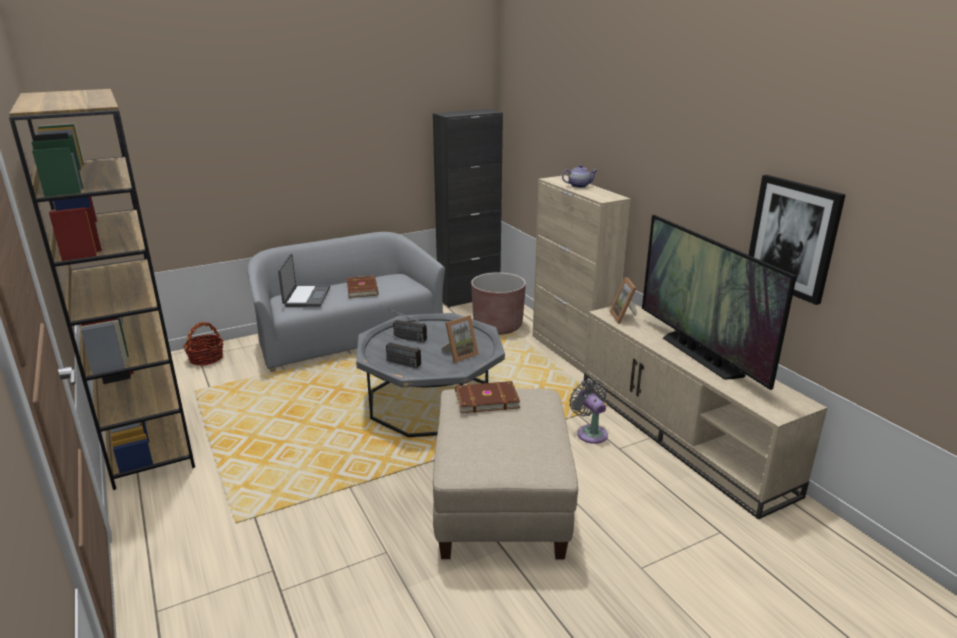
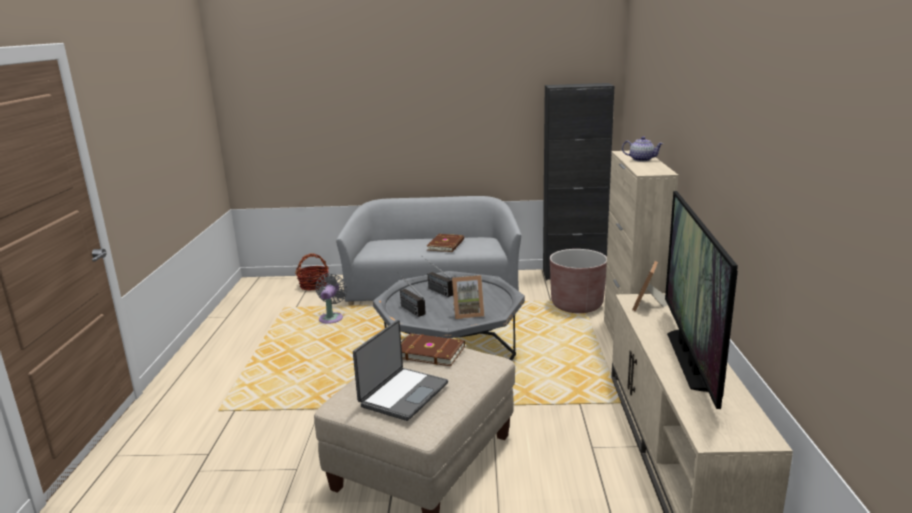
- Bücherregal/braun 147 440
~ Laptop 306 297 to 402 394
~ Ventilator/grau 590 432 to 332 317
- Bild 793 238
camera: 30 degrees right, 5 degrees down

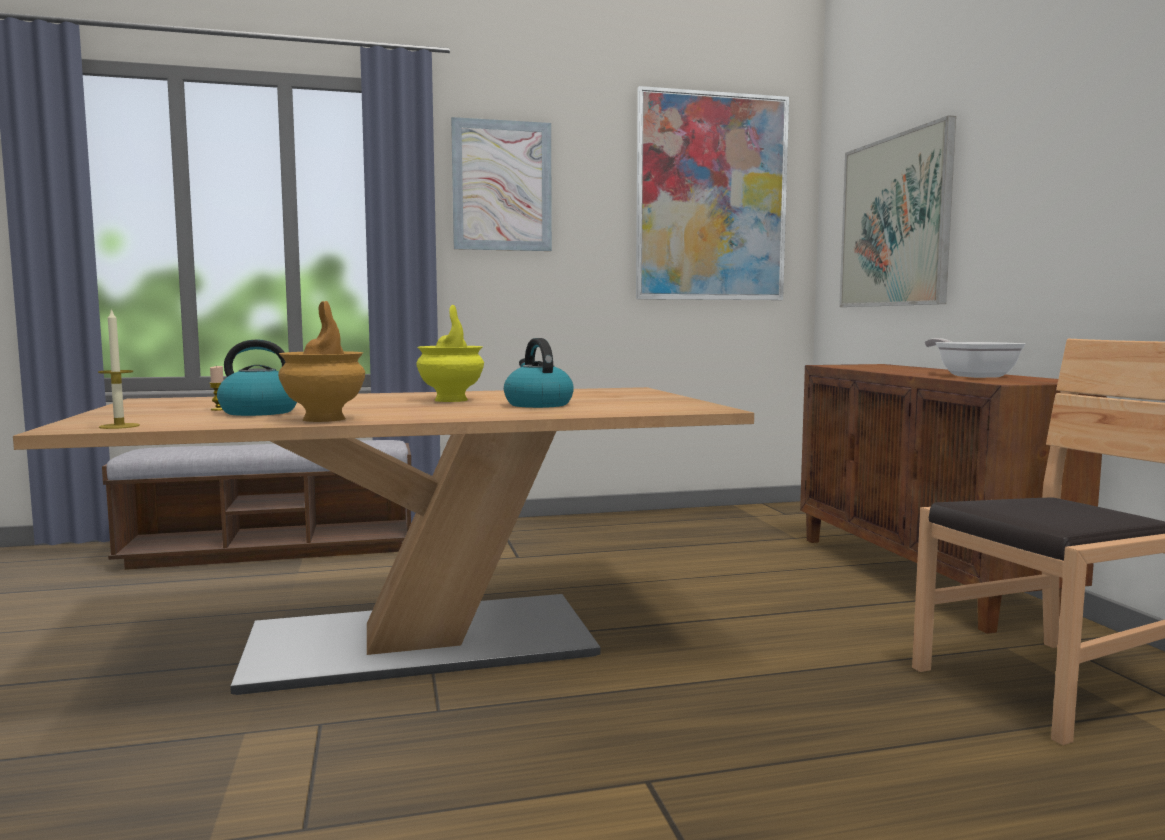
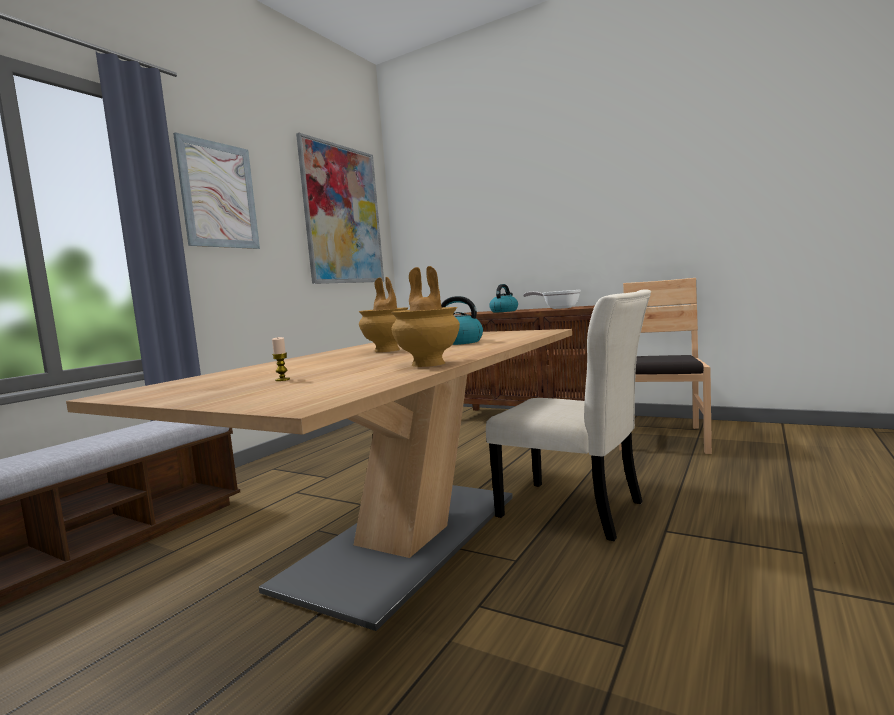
- Kerze 119 426
~ Wasserkessel 261 412 to 504 311
~ Vase/gelb 451 400 to Vase/braun 387 350
- Bild 895 222
+ Stuhl/beige 576 511
camera: 45 degrees left, 0 degrees up

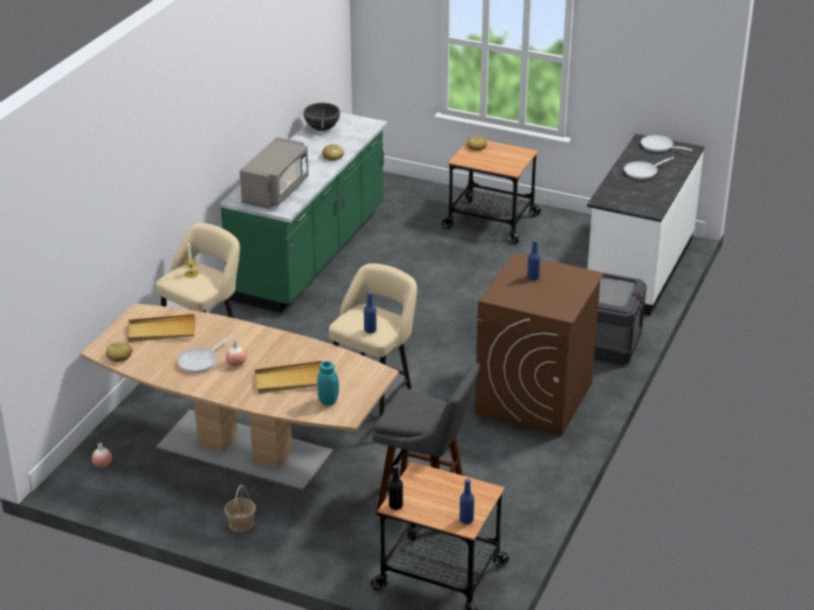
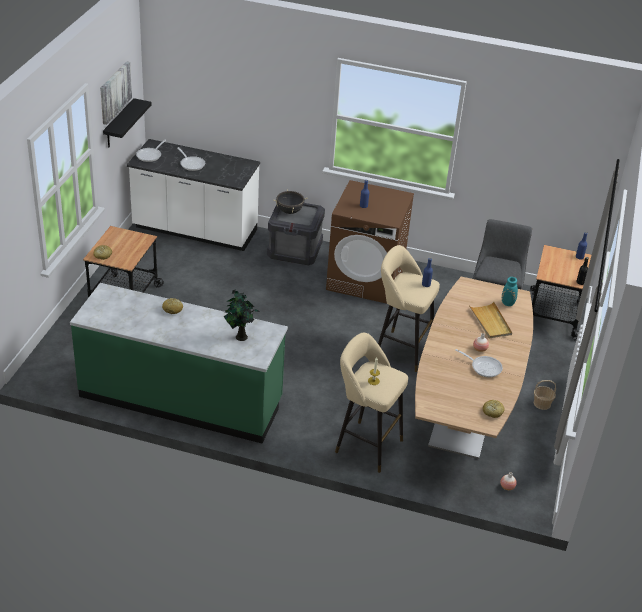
- Tablett/beige 161 331
~ Mikrowelle/grau 276 191 to Topfpflanze 240 337
~ Kochtopf/schwarz 322 128 to 289 211
+ Bild 114 92
+ Wandregal/schwarz 119 124
camera: 100 degrees left, 5 degrees up

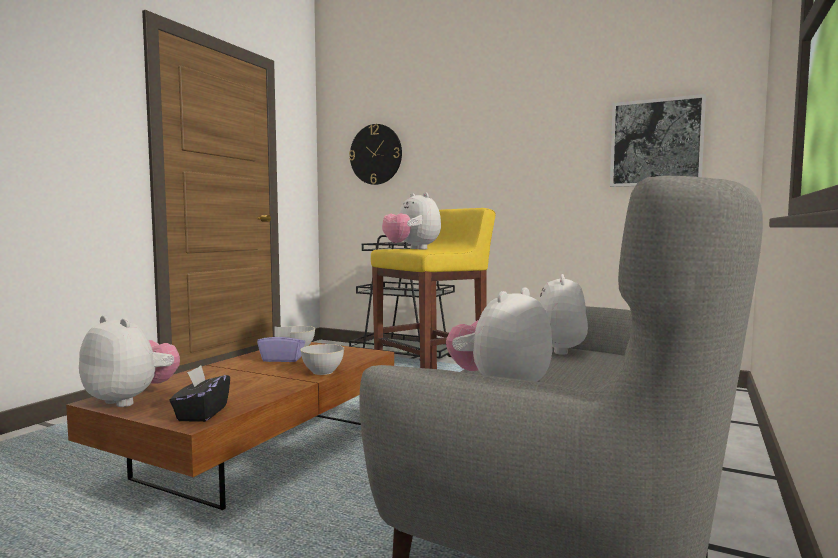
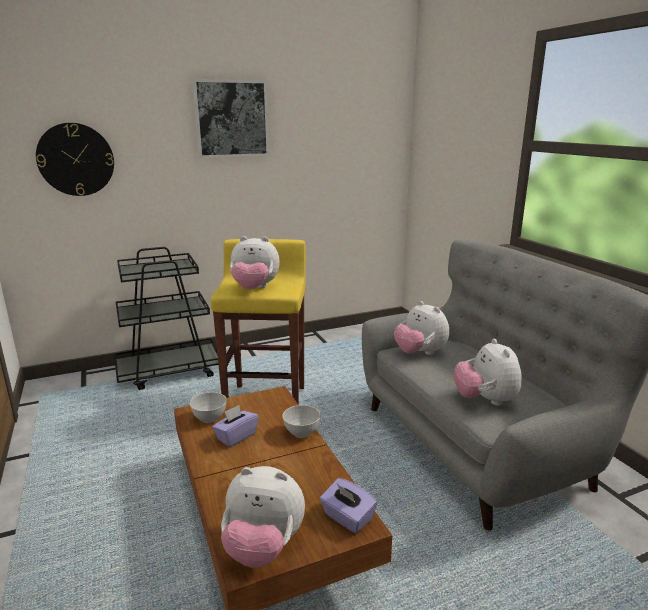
~ Plüschtier 131 400 = 263 547 150 degrees counterclockwise
~ Taschentuchbox/schwarz 201 413 to Taschentuchbox/lila 347 518
~ Bild 656 143 to 231 119
camera: 50 degrees left, 15 degrees up

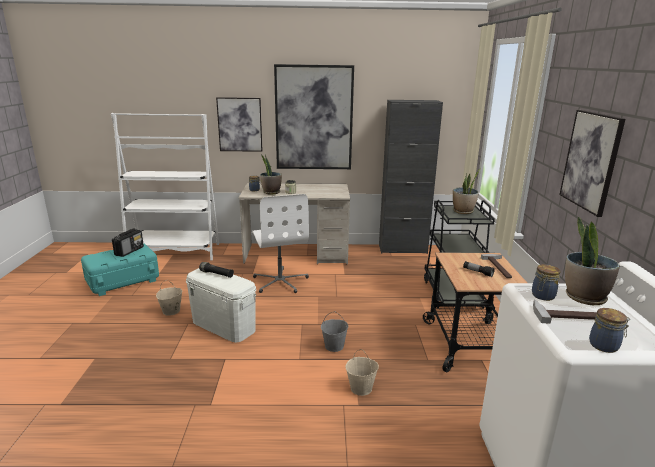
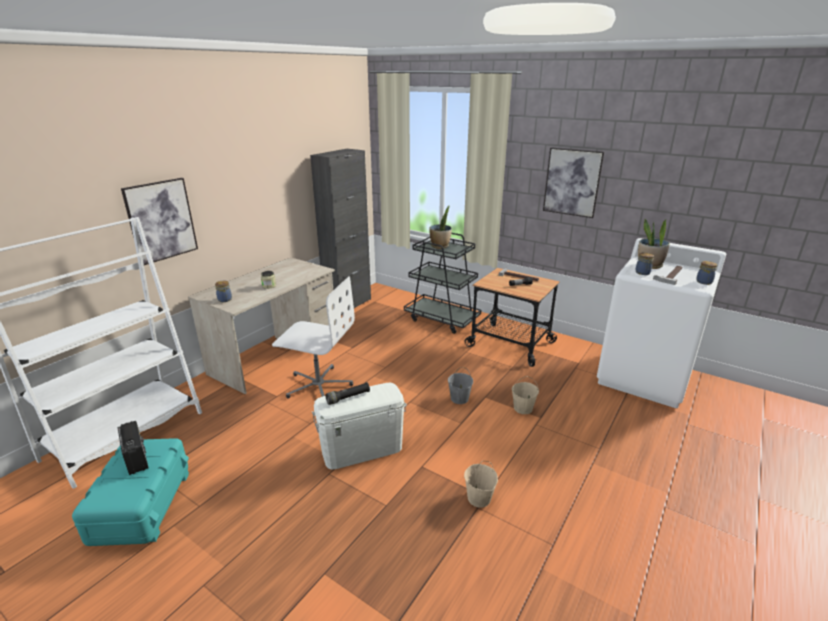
~ Eimer/beige 171 311 to 479 498
- Topfpflanze 271 192
- Bild 314 118
camera: 55 degrees left, 5 degrees up

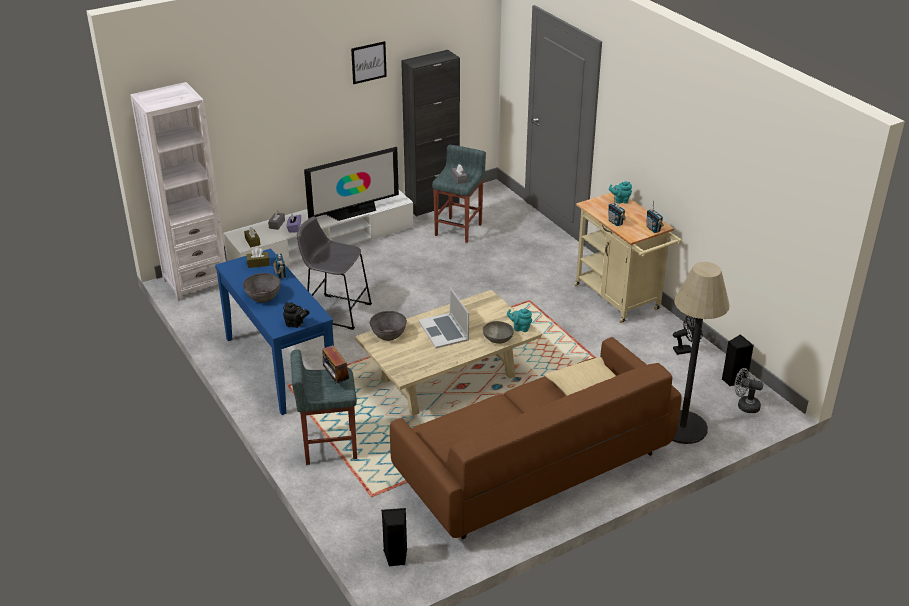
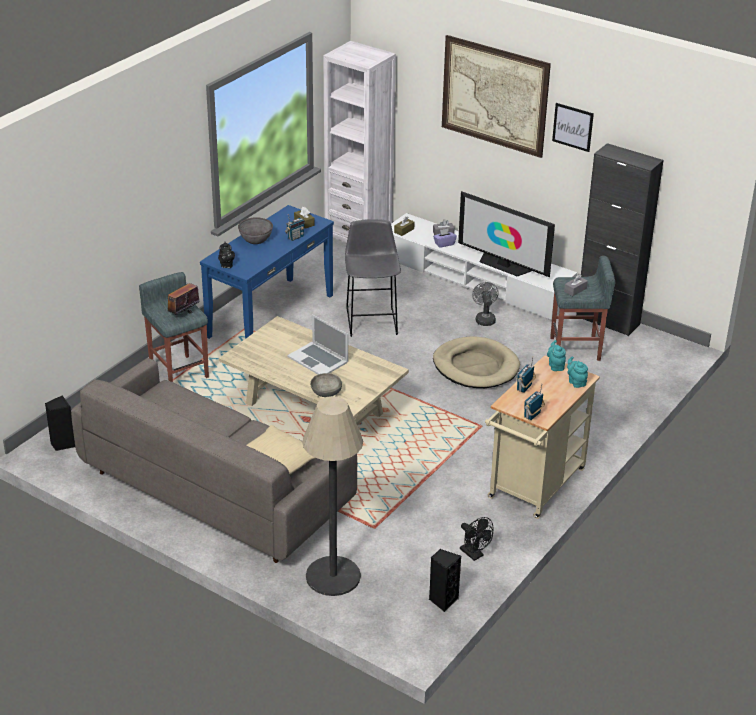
- Schüssel/grau 388 335
~ Sofa/braun 532 466 to Sofa/grau 216 490
~ Laptop 444 330 = 318 359 90 degrees counterclockwise
~ Teekanne/türkis 520 328 to 555 366
~ Ventilator/grau 744 406 to 484 319
+ Hundebett/beige 475 366
+ Bild 494 96
camera: 65 degrees right, 0 degrees up

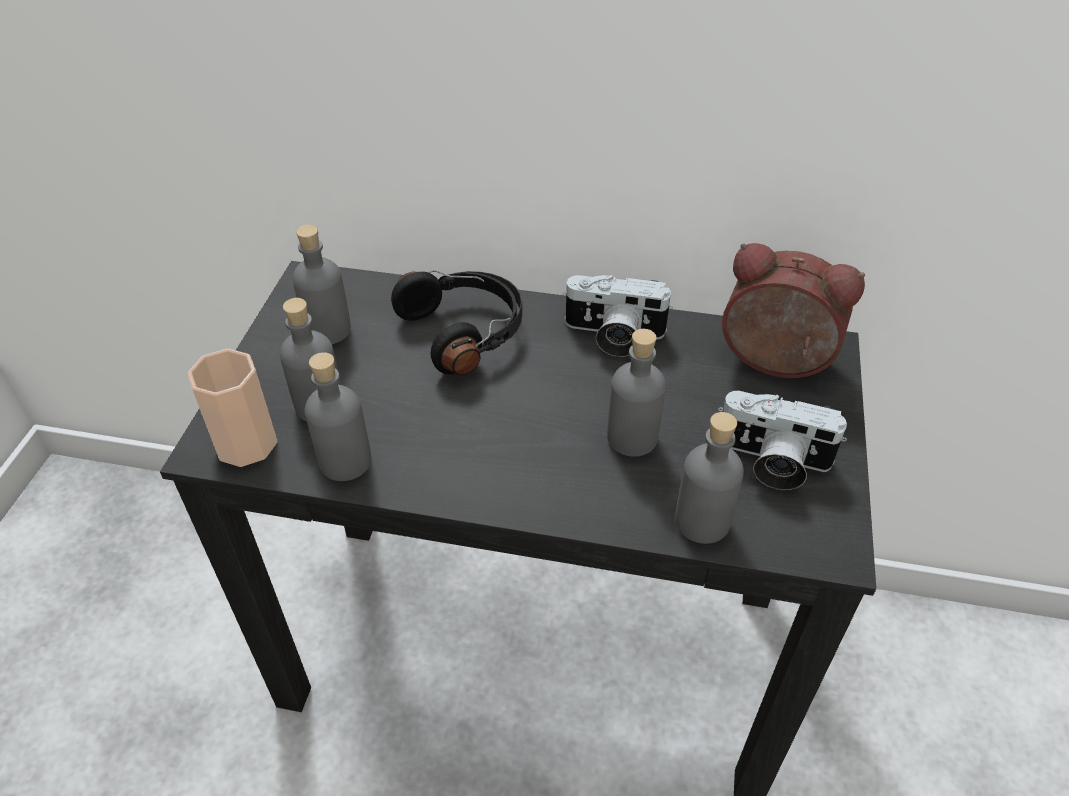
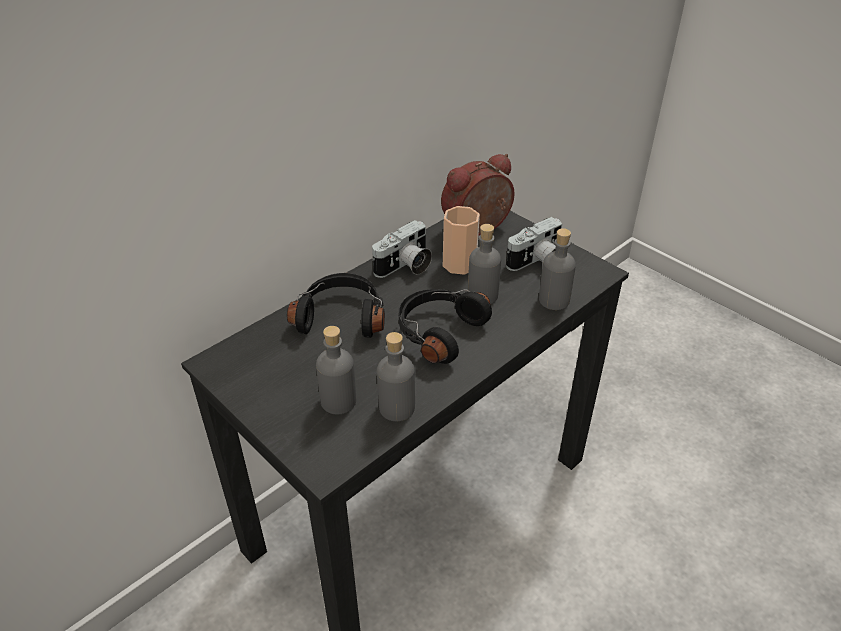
~ Tasse 246 443 to 459 264
- Flasche/grau 328 330
+ Kopfhörer/schwarz 438 332
camera: 55 degrees left, 5 degrees down

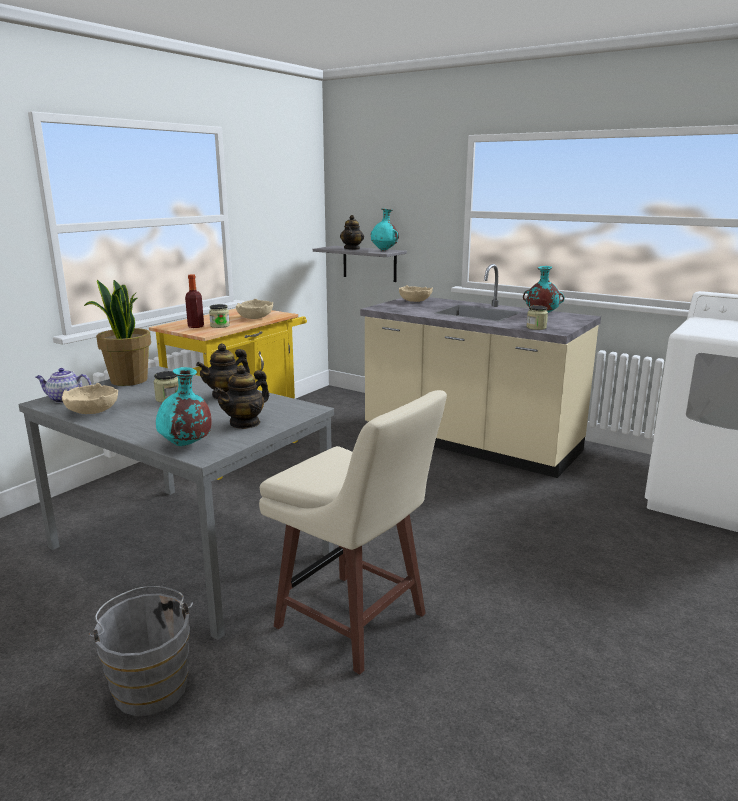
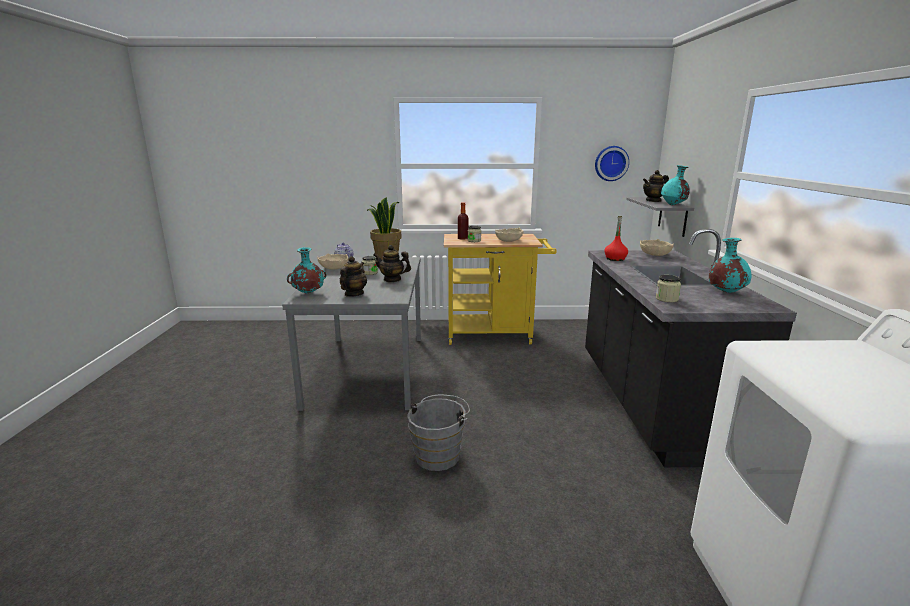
~ Eimer/grau 150 684 to 439 454
~ Teekanne 245 423 = 353 294 105 degrees clockwise
- Hocker/beige 353 623
~ Küchenzeile/beige 470 443 to Küchenzeile/schwarz 651 403
+ Wanduhr 611 163
+ Flasche/rot 615 259
camera: 55 degrees right, 0 degrees up

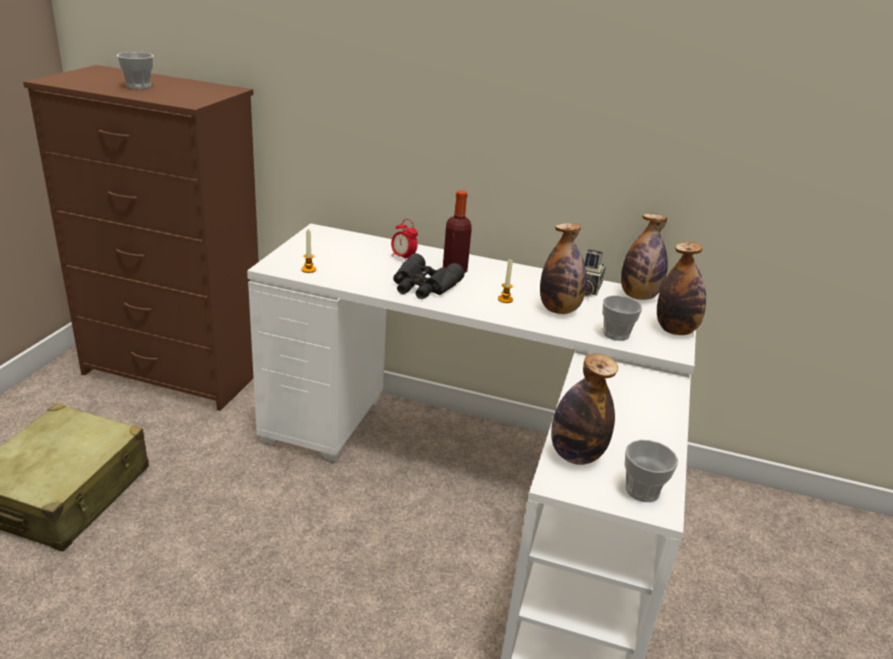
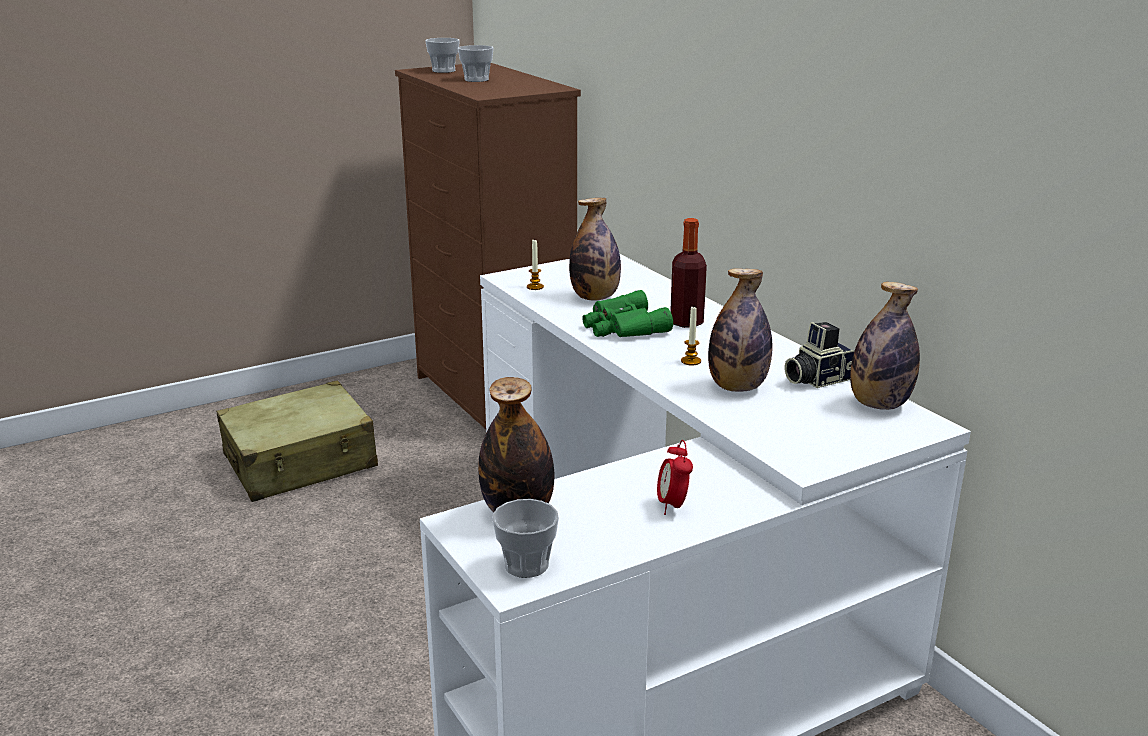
~ Wecker 403 258 to 672 506
~ Fernglas/schwarz 423 286 to Fernglas/grün 622 327
~ Tasse 616 334 to 443 71
~ Flasche 675 330 to 595 297
camera: 45 degrees right, 5 degrees down

